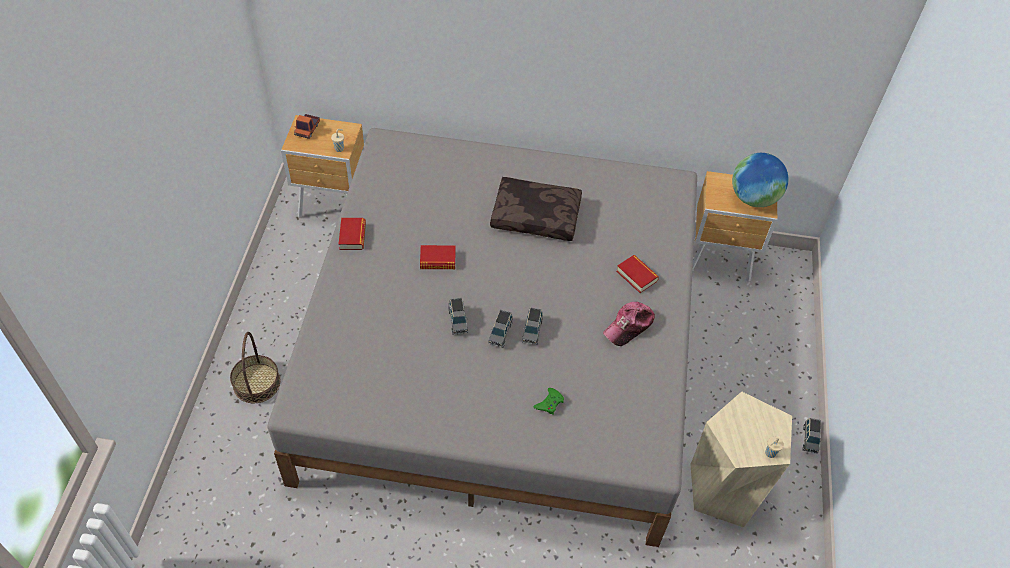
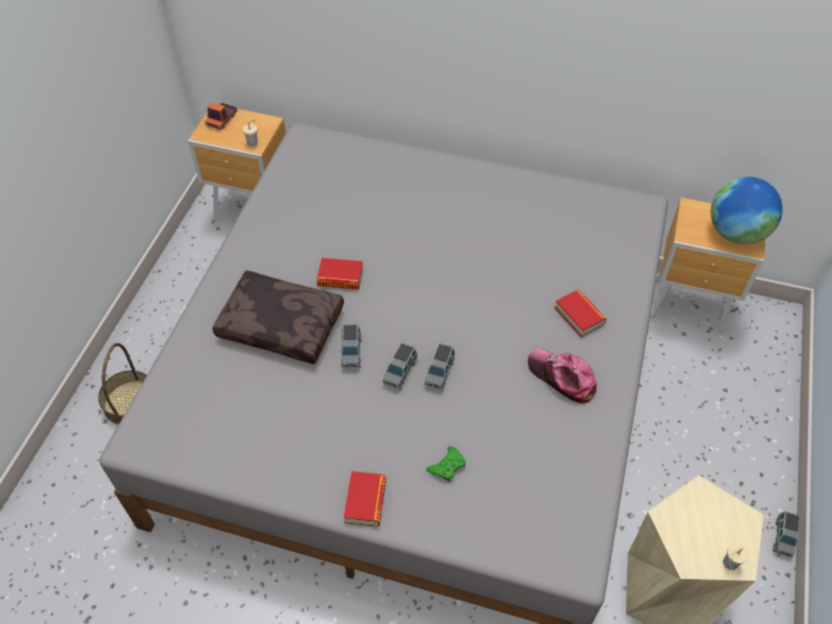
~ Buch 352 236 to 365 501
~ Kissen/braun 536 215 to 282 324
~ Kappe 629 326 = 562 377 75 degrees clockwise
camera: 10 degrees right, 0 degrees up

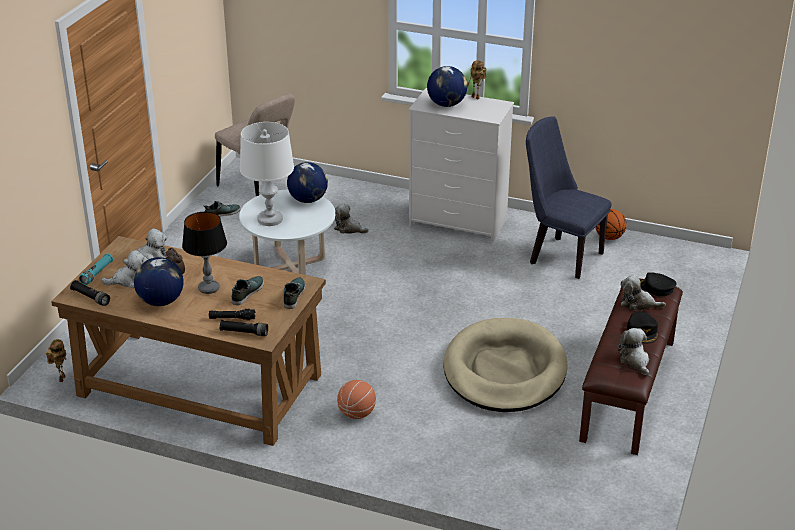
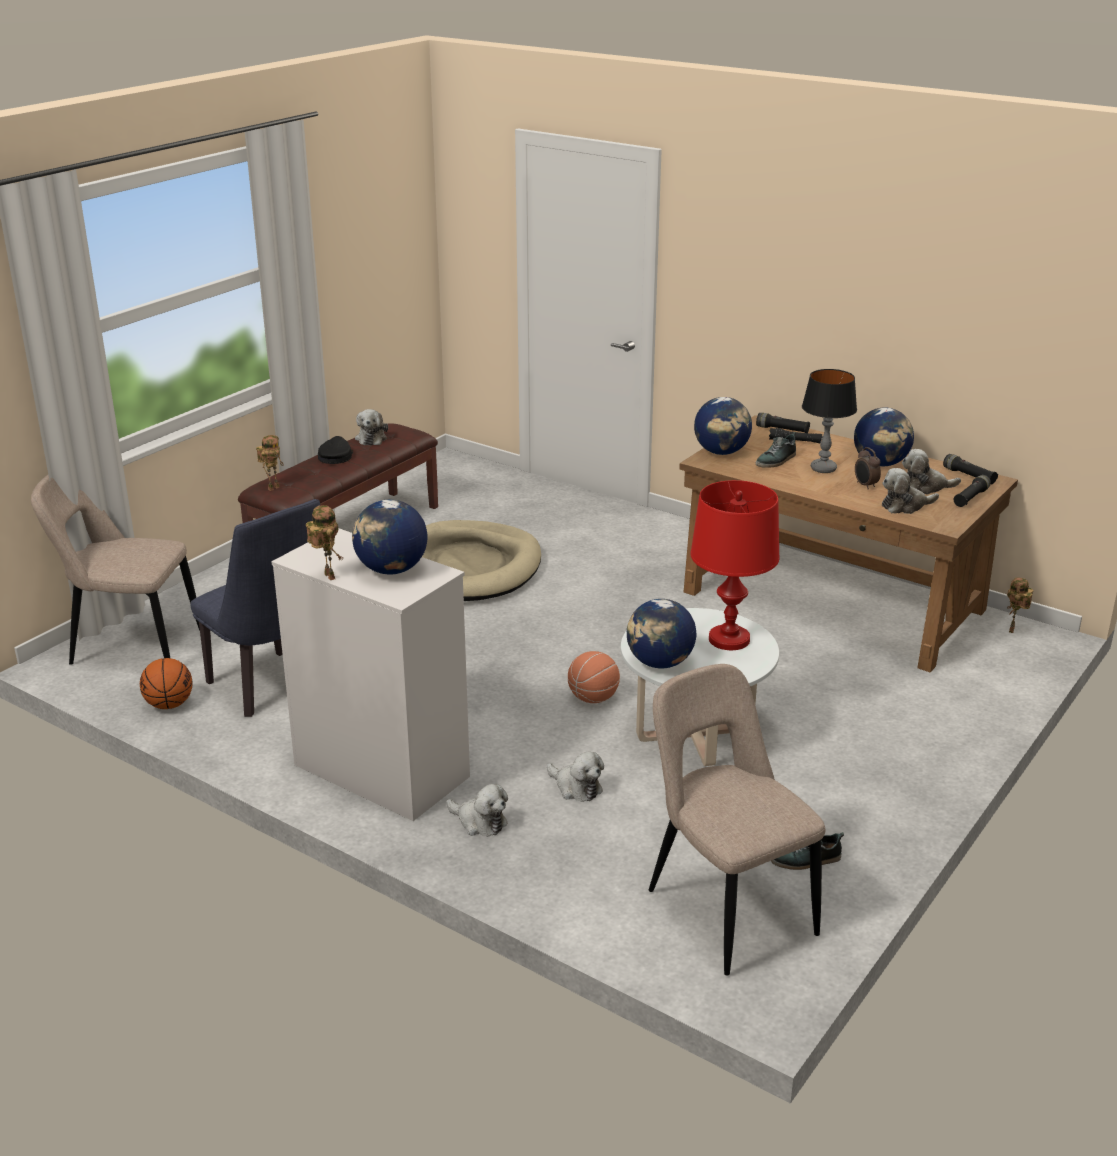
~ Taschenlampe/türkis 97 274 to Taschenlampe/schwarz 970 498
~ Tischlampe/weiß 270 219 to Tischlampe/rot 729 639
~ Schuh 293 295 to Globus 721 452
~ Basketball 356 414 to 593 698
~ Plüschtier 638 303 to 479 822
~ Kappe/schwarz 655 288 to Spielzeugroboter 273 487
+ Stuhl/beige 130 647
camera: 165 degrees left, 5 degrees down

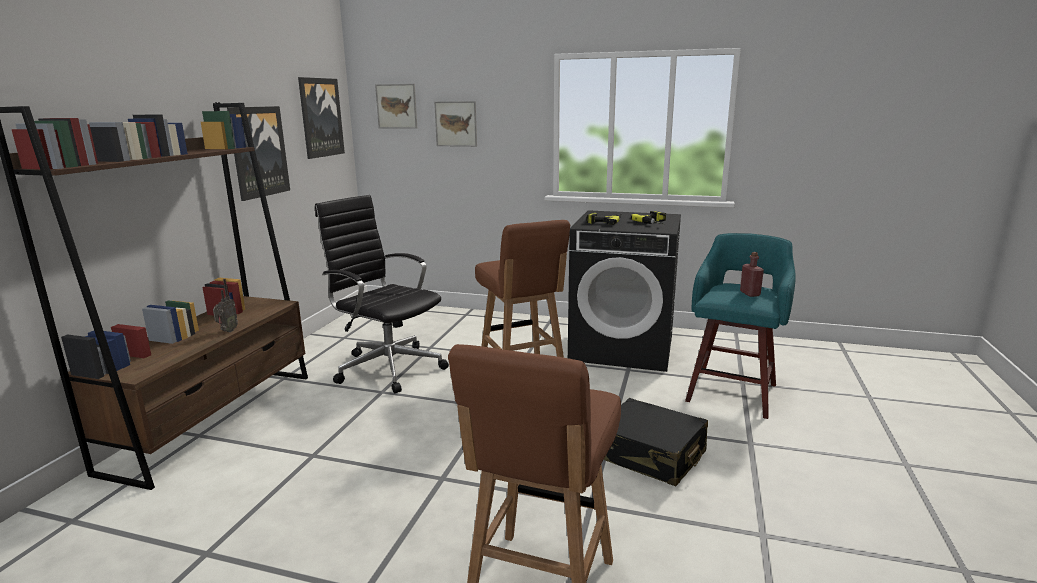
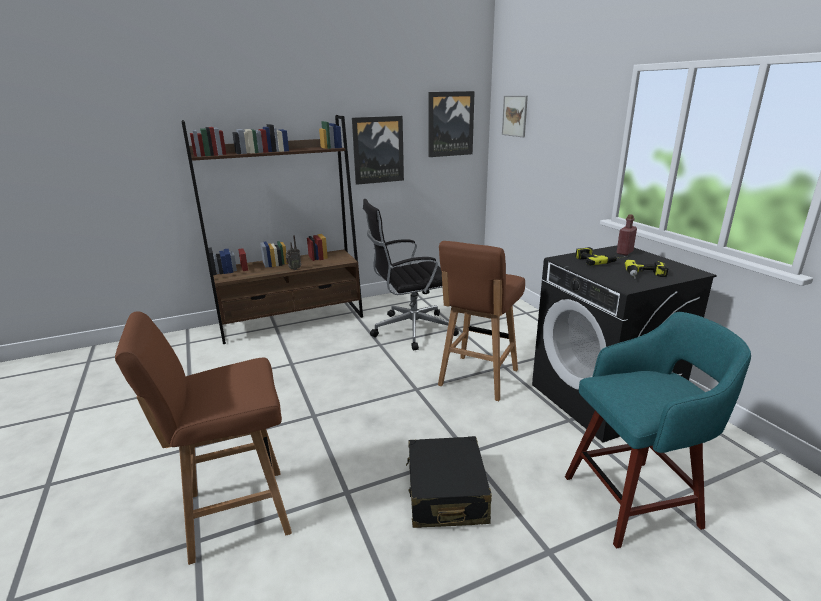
~ Bürostuhl/schwarz 388 367 = 410 330 105 degrees counterclockwise
- Bild 456 124
~ Flasche/rot 750 293 to 624 252
camera: 50 degrees right, 5 degrees up

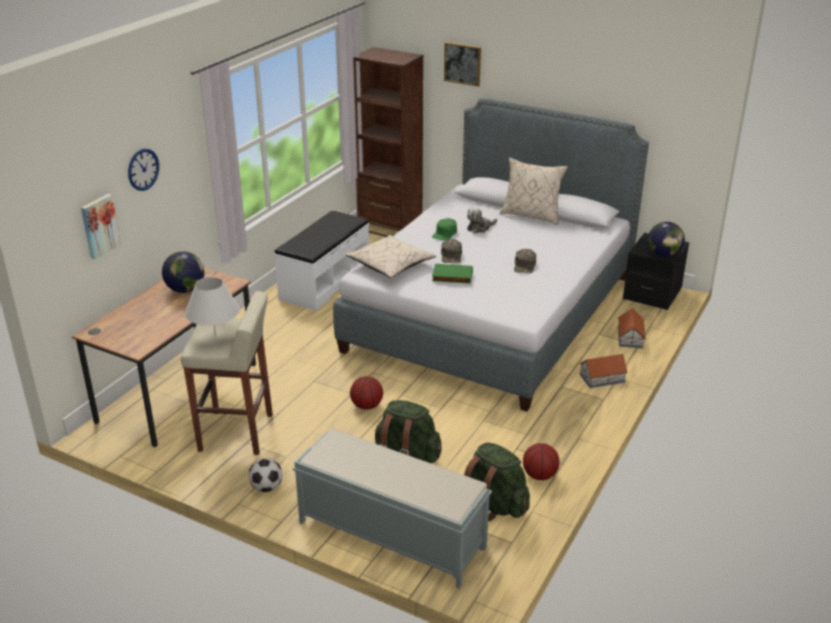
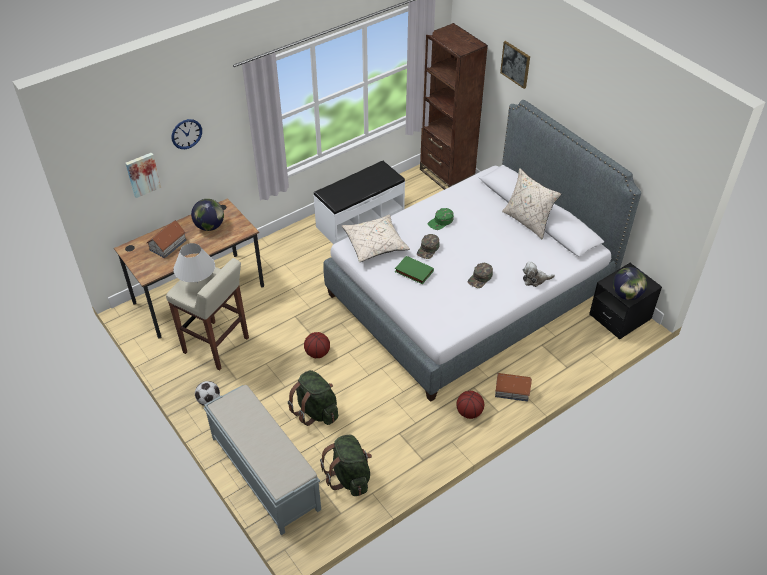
~ Plüschtier 480 228 to 535 279
~ Basketball 539 475 to 469 412
~ Spielzeughaus 630 337 to 168 245
camera: 25 degrees right, 15 degrees up

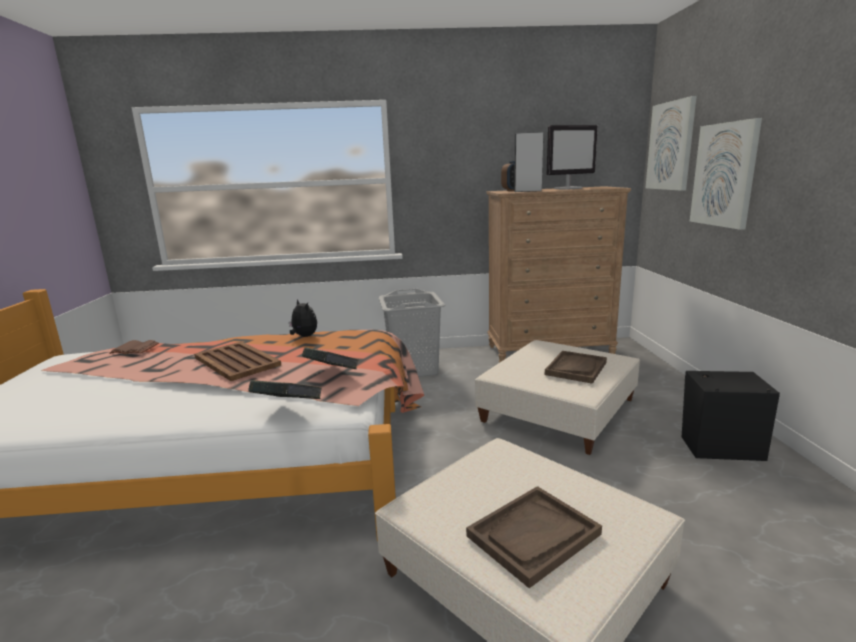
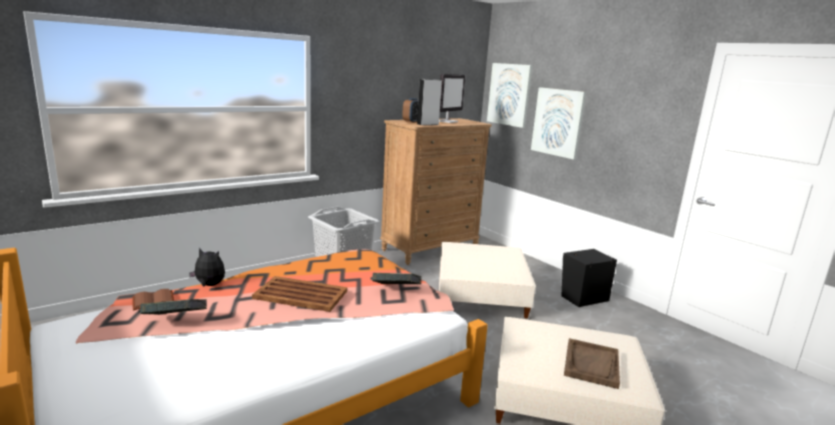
~ Buch 287 408 to 176 321
~ Plüschtier 304 336 to 209 285
- Tablett/braun 576 368
camera: 35 degrees left, 0 degrees up

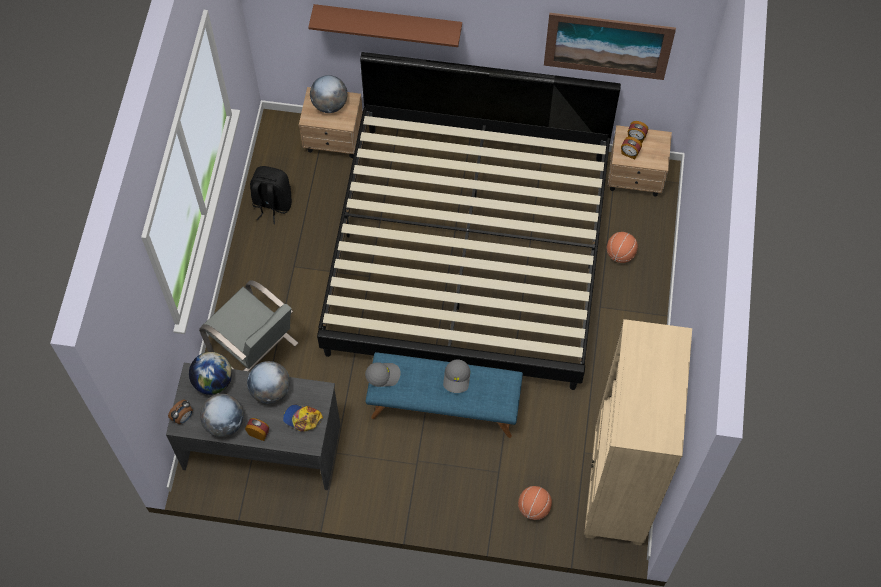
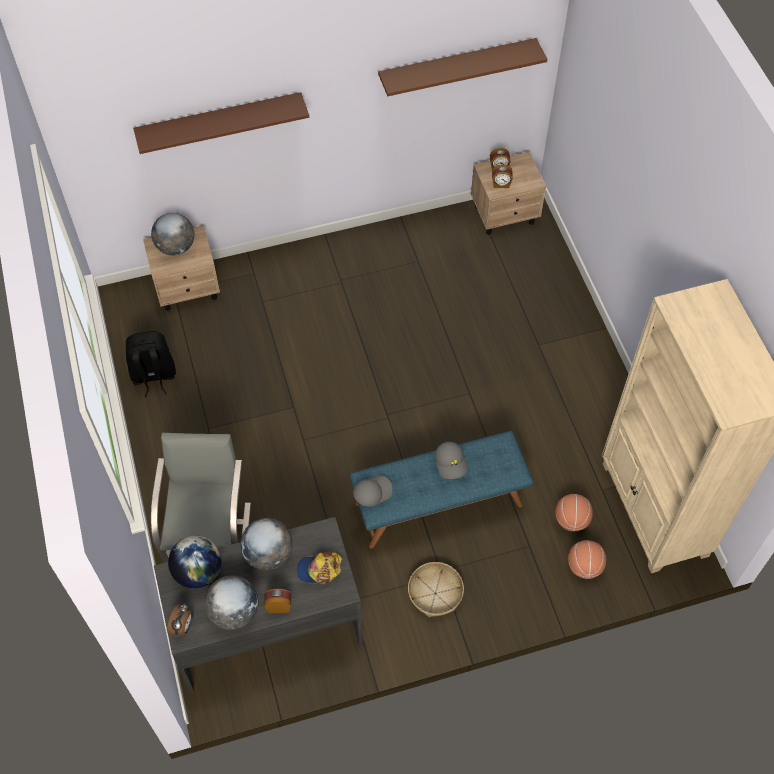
~ Stuhl/grau 255 350 = 209 531 105 degrees counterclockwise
- Bett 468 252
~ Bild 608 46 to Wandregal/braun 457 67
~ Basketball 620 254 to 571 520
+ Korb 435 593
camera: 25 degrees left, 5 degrees down

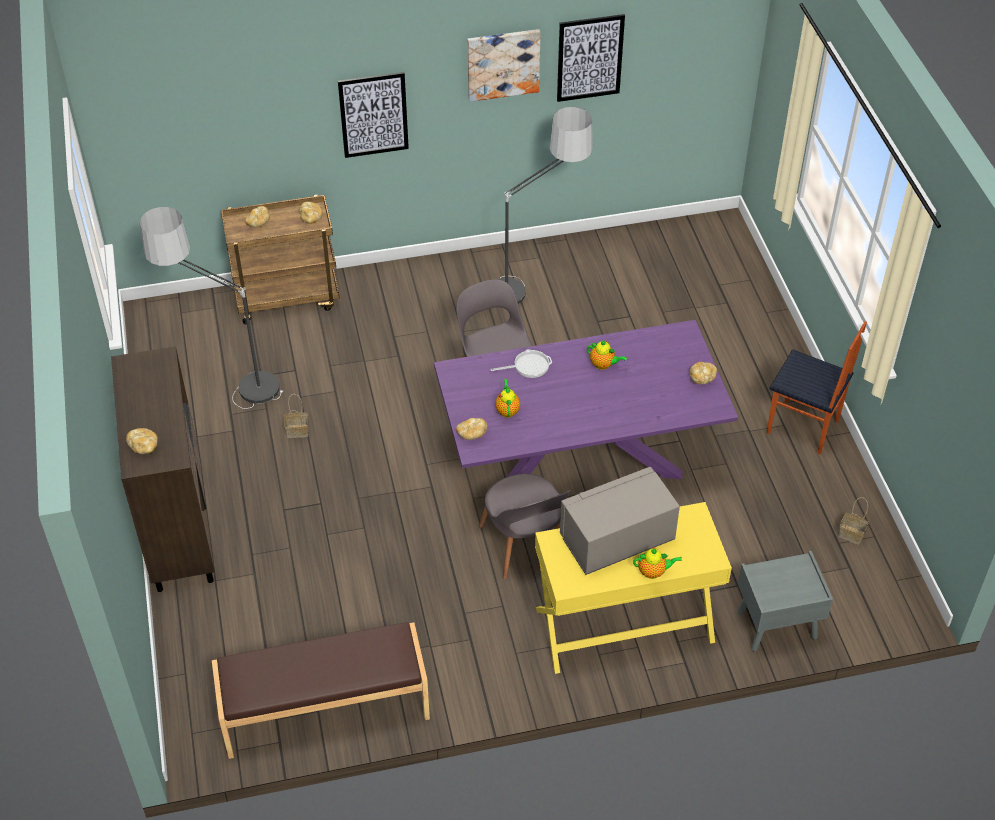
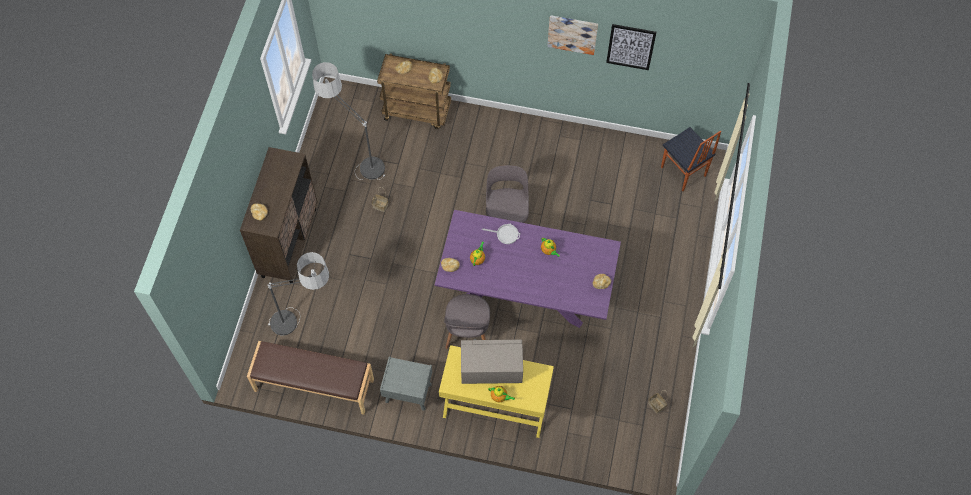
- Bild 373 114
~ Stehlampe 534 285 to 305 323
~ Nachttisch/grau 776 626 to 407 393
~ Stuhl 802 428 to 683 172
camera: 25 degrees right, 15 degrees up

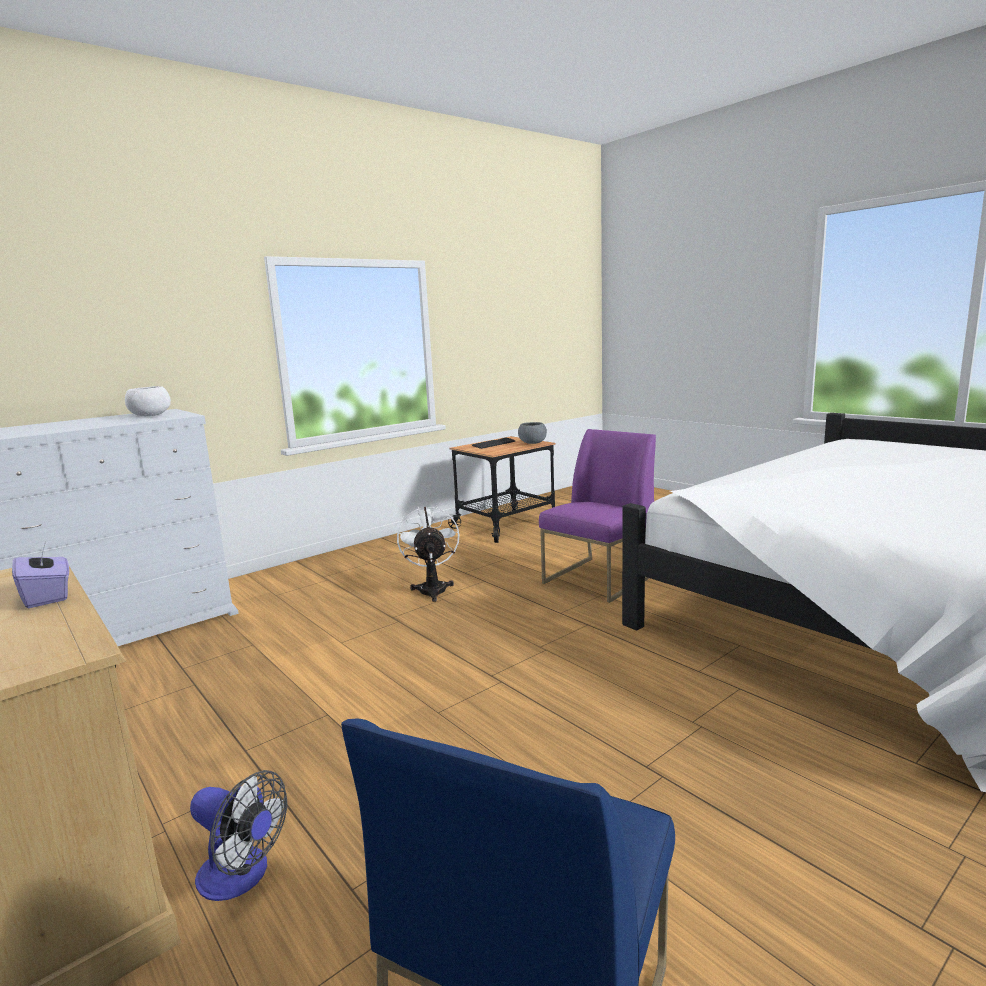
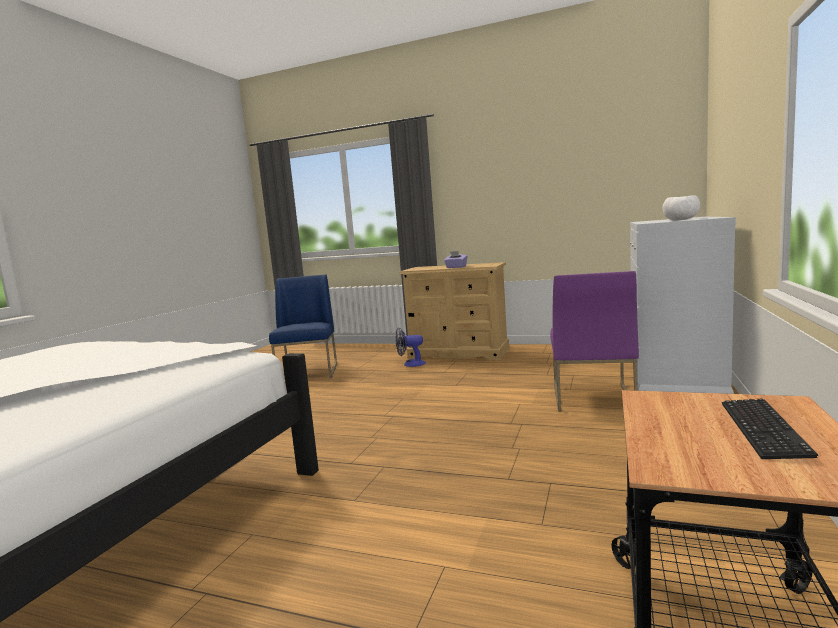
- Ventilator/weiß 432 588
- Schüssel/grau 532 443
~ Stuhl/lila 599 579 to 591 397
camera: 150 degrees right, 5 degrees down

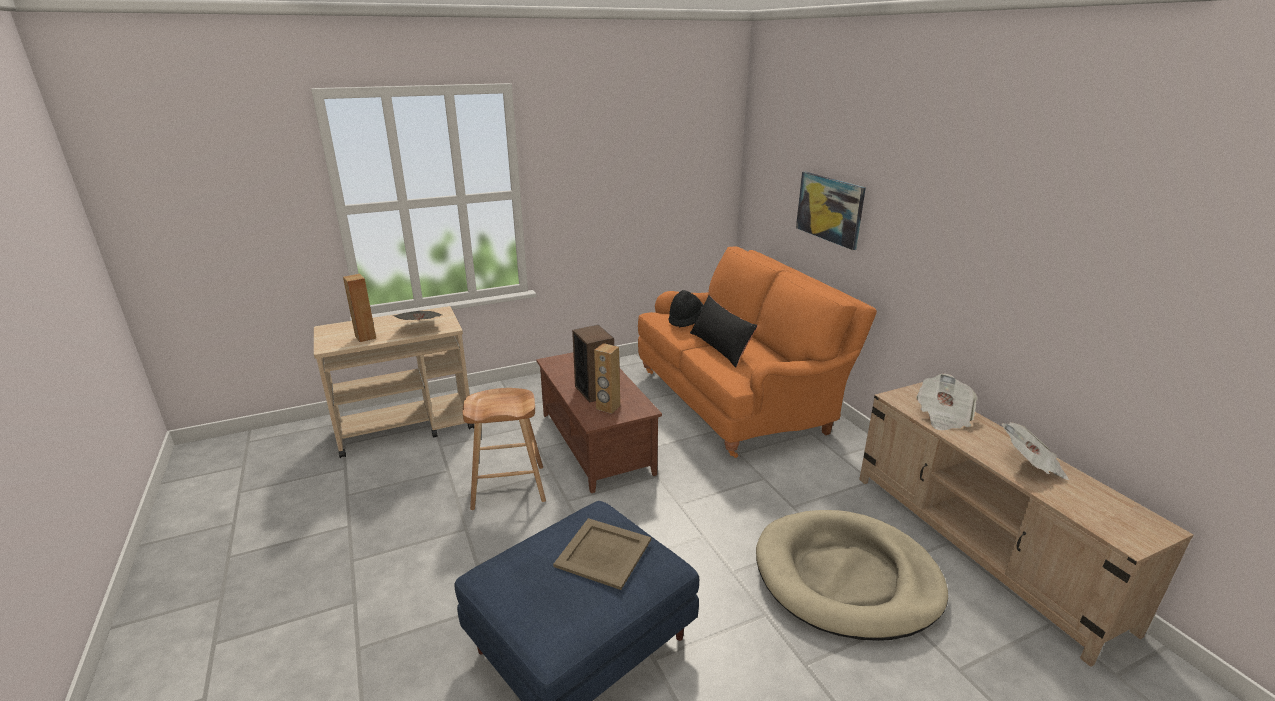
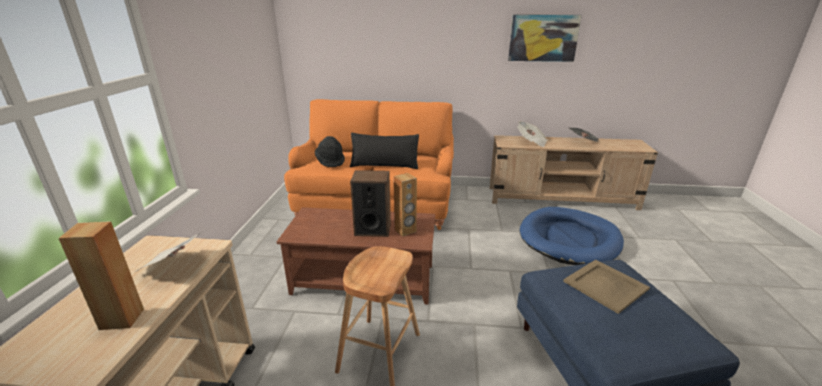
~ Hundebett/beige 846 578 to Hundebett/blau 569 239
~ Bild 830 209 to 543 38
camera: 60 degrees left, 0 degrees up

